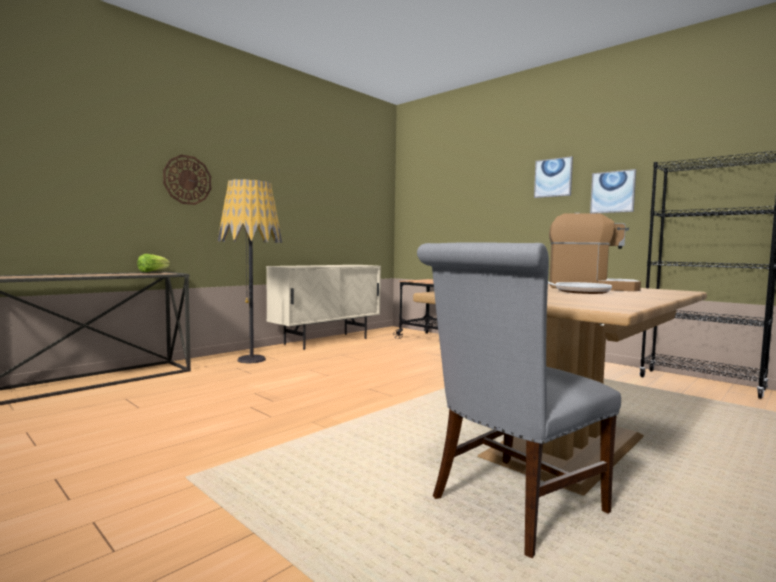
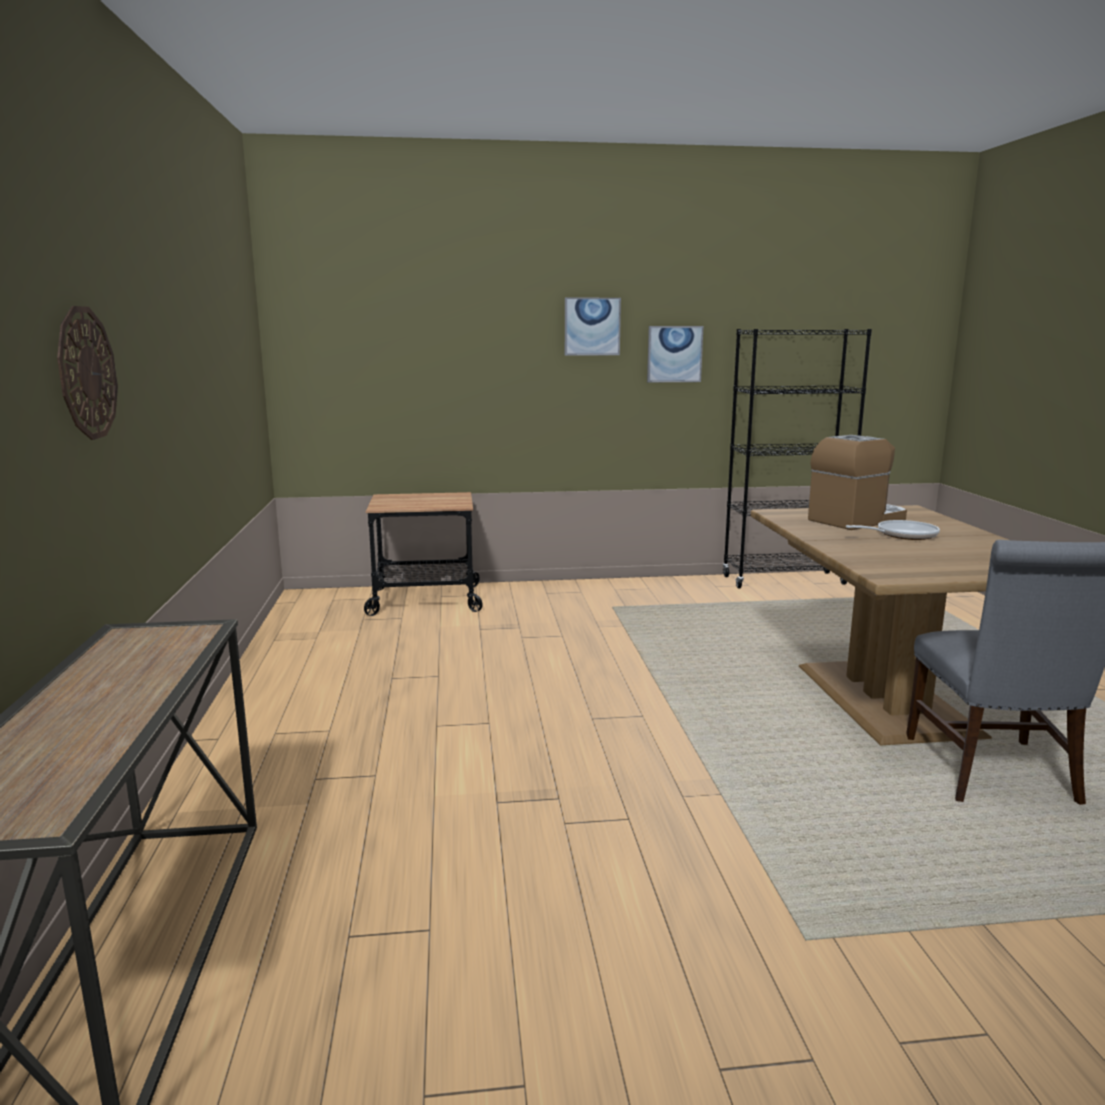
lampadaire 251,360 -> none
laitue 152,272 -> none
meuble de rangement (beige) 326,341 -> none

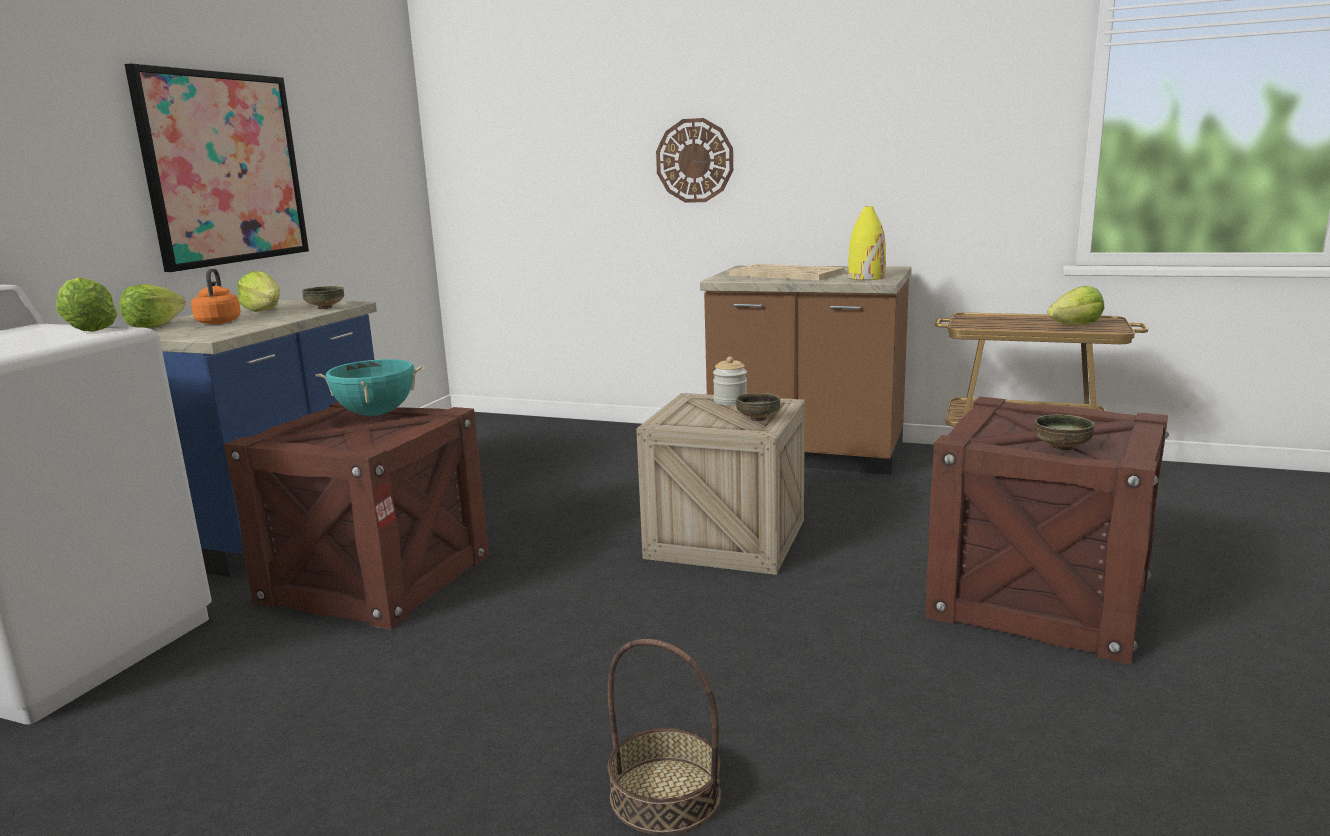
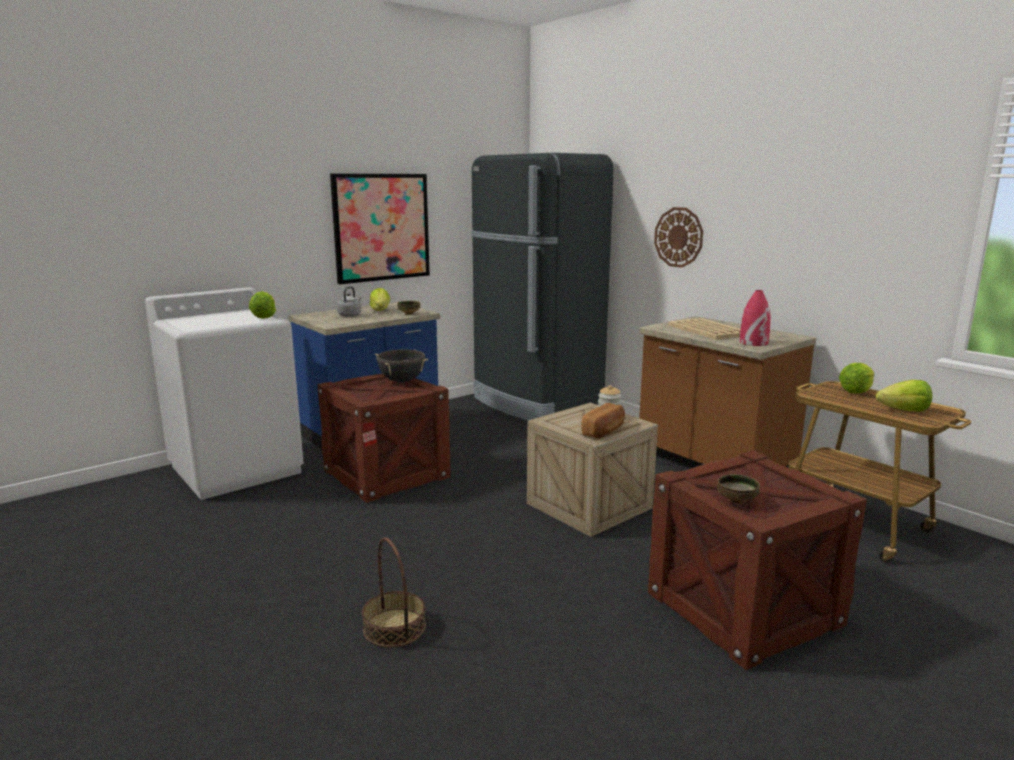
vase (jaune) 866,277 -> vase (rouge) 753,343
bouilloire (orange) 219,321 -> bouilloire (gris) 350,315
laitue 155,325 -> laitue 856,391, moved
marmite (turquoise) 375,414 -> marmite (noir) 402,381
bol 757,419 -> pain 604,431
none -> réfrigérateur (noir) 536,403

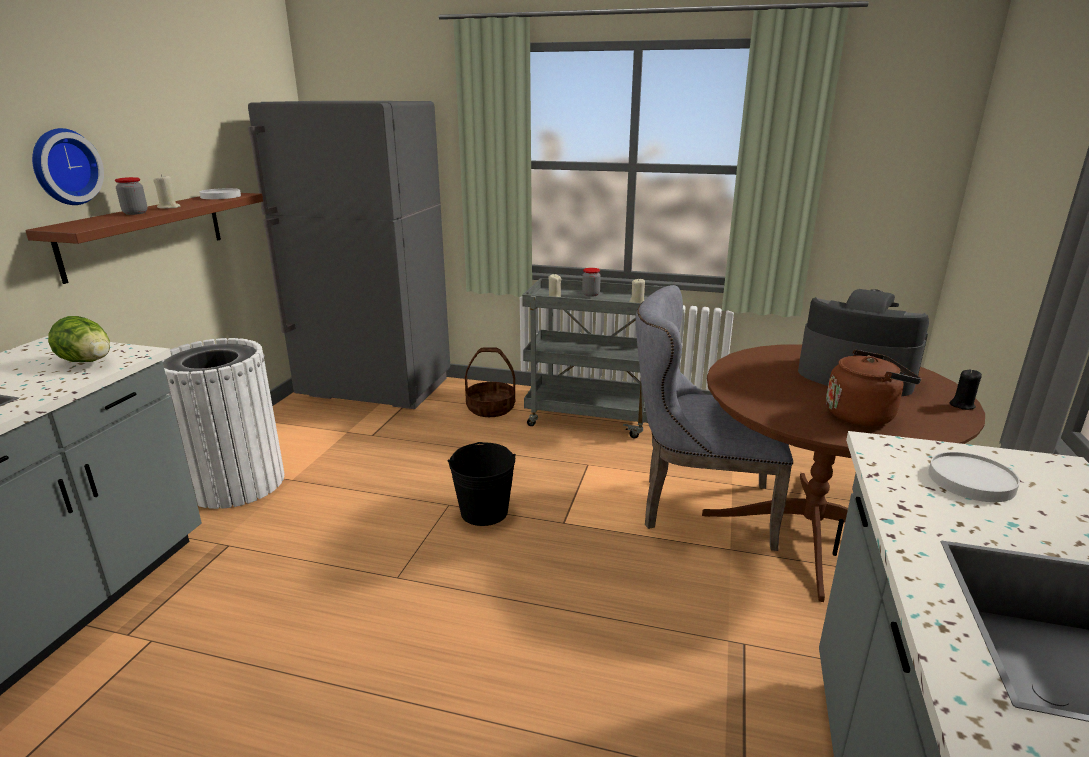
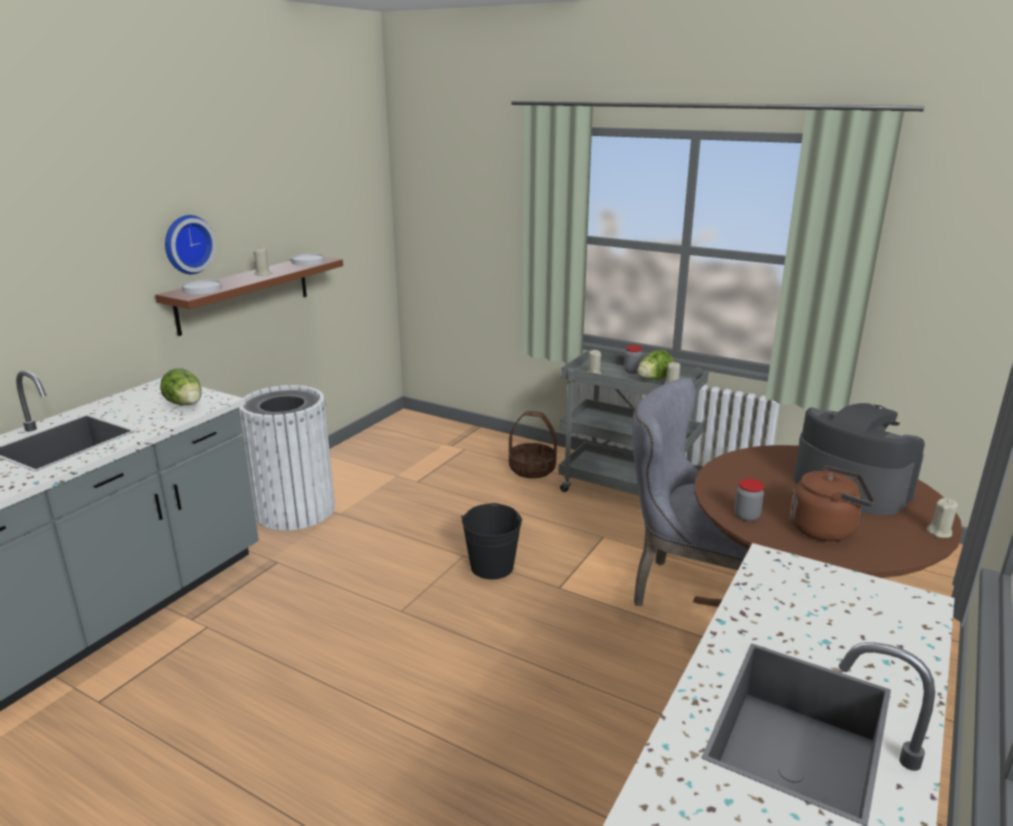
réfrigérateur (gris) 376,391 -> none
bocal 135,213 -> bocal 746,516, moved
bougie (noir) 962,405 -> bougie (beige) 939,532
assiette (blanc) 971,481 -> assiette (blanc) 202,289, moved
none -> laitue 653,379

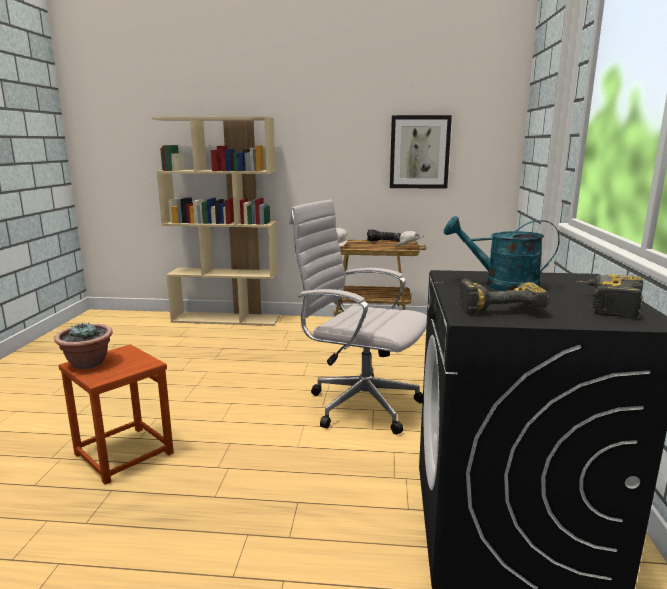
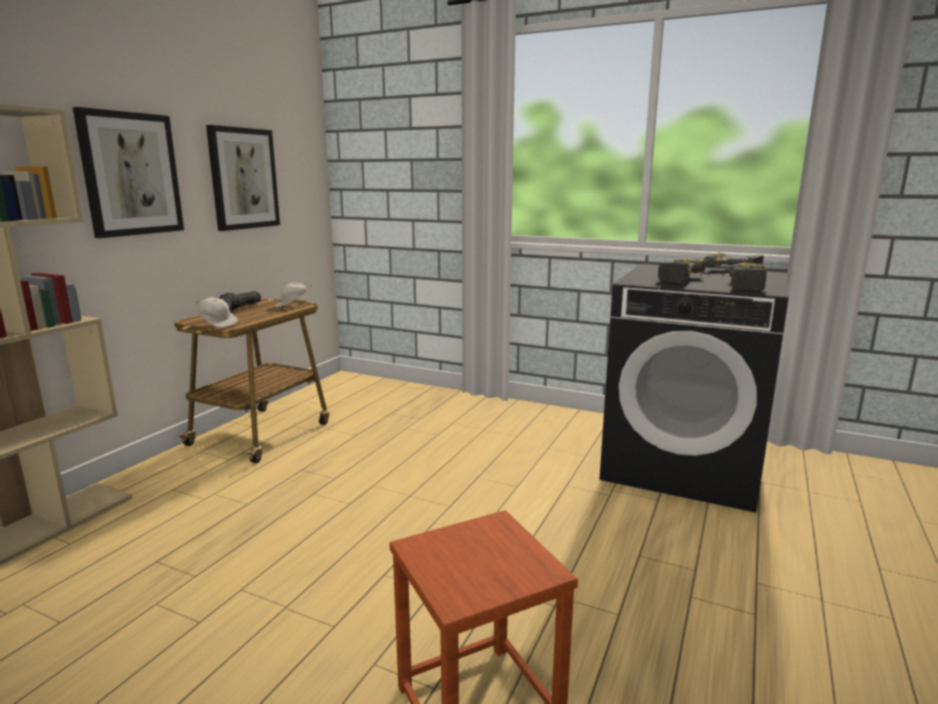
chaise de bureau (blanc) 359,404 -> none
arrosoir (turquoise) 501,285 -> perceuse 674,278
plante en pot 88,363 -> none
none -> tableau 131,174

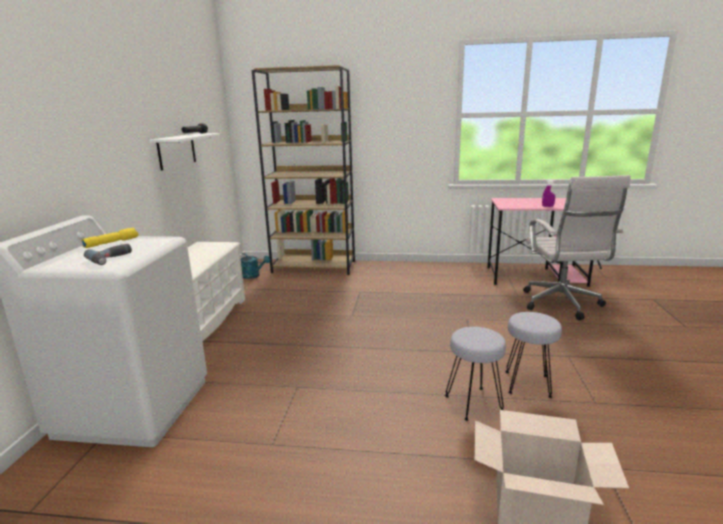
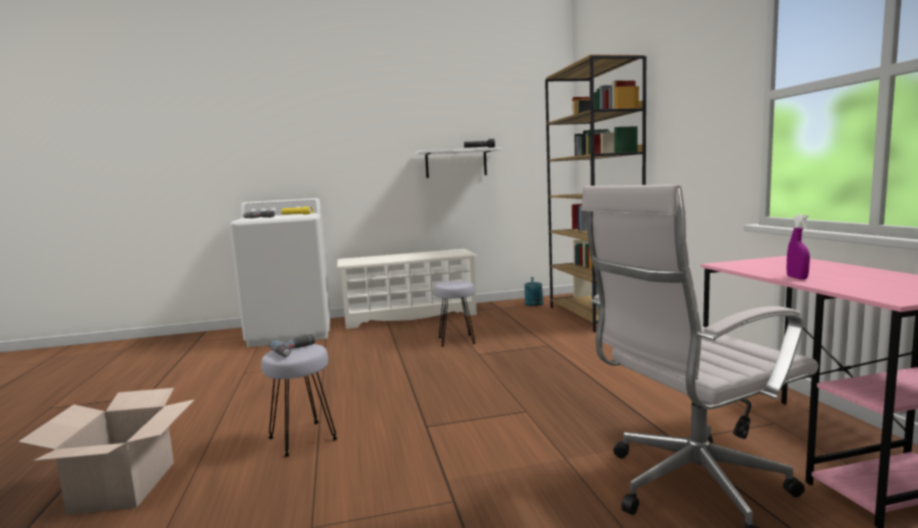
tabouret (gris) 528,384 -> tabouret (gris) 457,340, moved
none -> perceuse 296,350

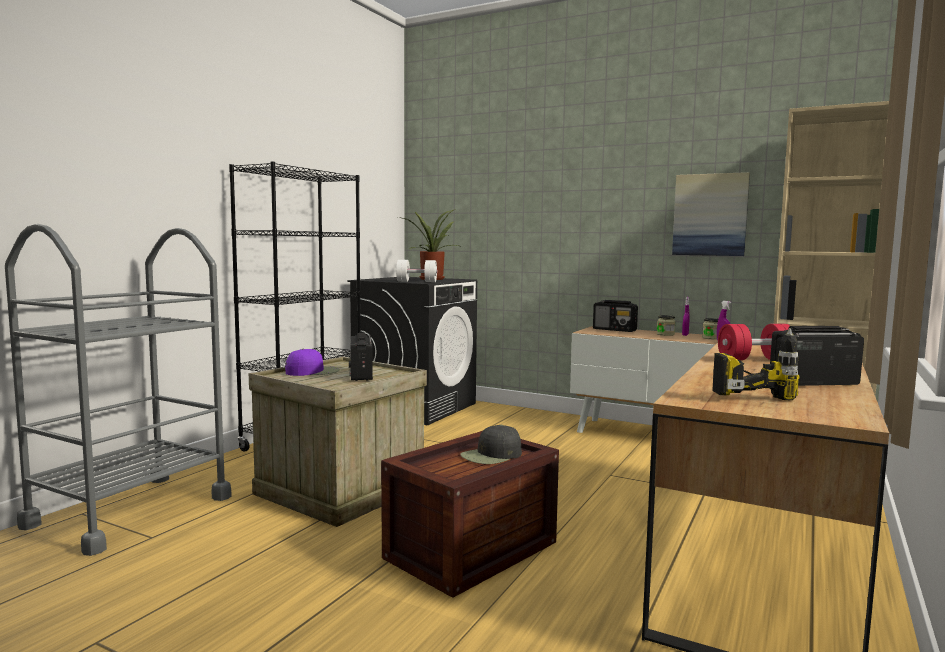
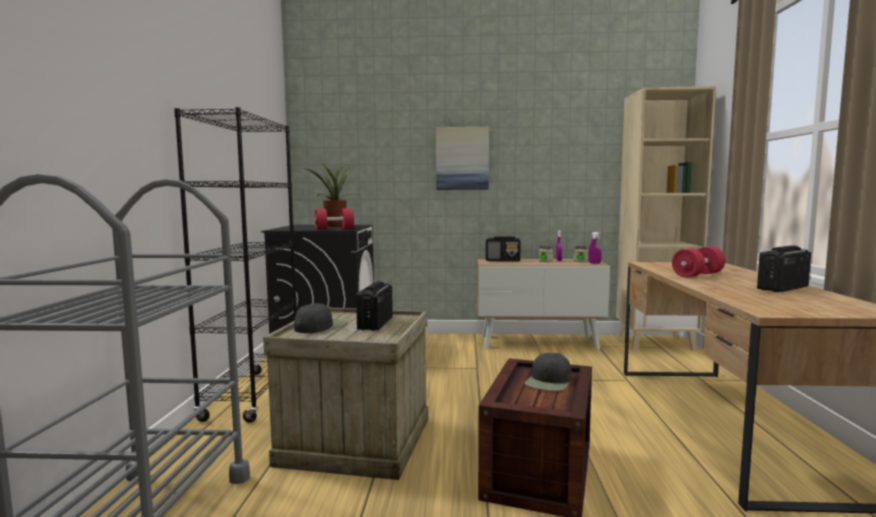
tableau 710,215 -> tableau 462,158, moved
haltère (blanc) 416,281 -> haltère (rouge) 334,229
perceuse 743,392 -> none
radio 361,375 -> radio 375,324, 45 degrees clockwise
casquette (violet) 313,371 -> casquette (noir) 320,326

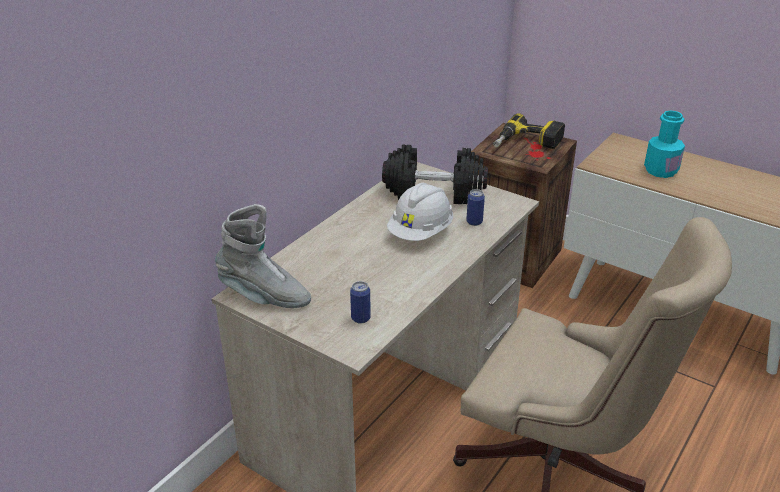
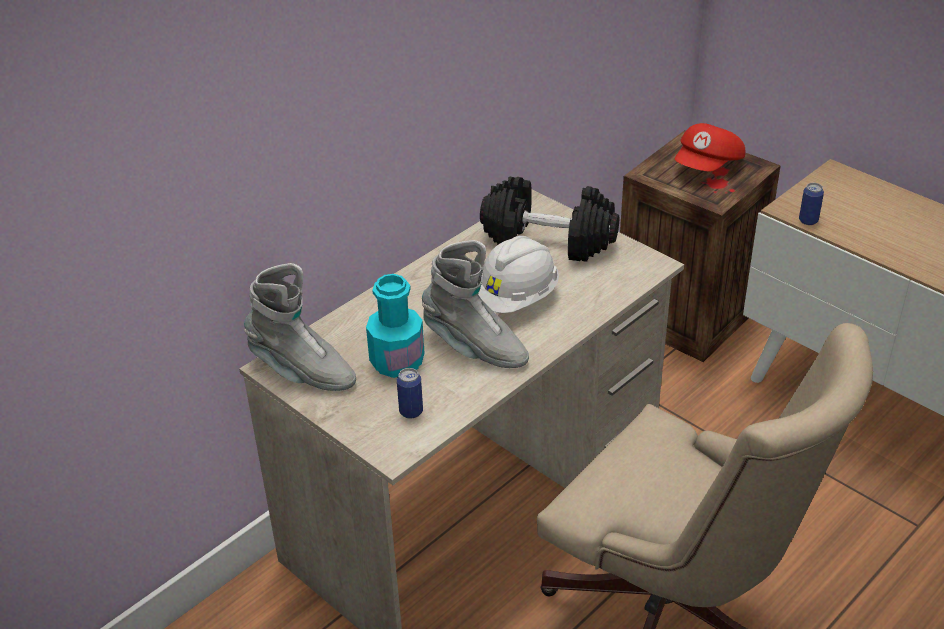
bouteille (turquoise) 660,170 -> bouteille (turquoise) 397,362, moved
perceuse 527,143 -> casquette (rouge) 708,166
boîte métallique 474,222 -> boîte métallique 808,220, moved
none -> botte (gris) 474,348

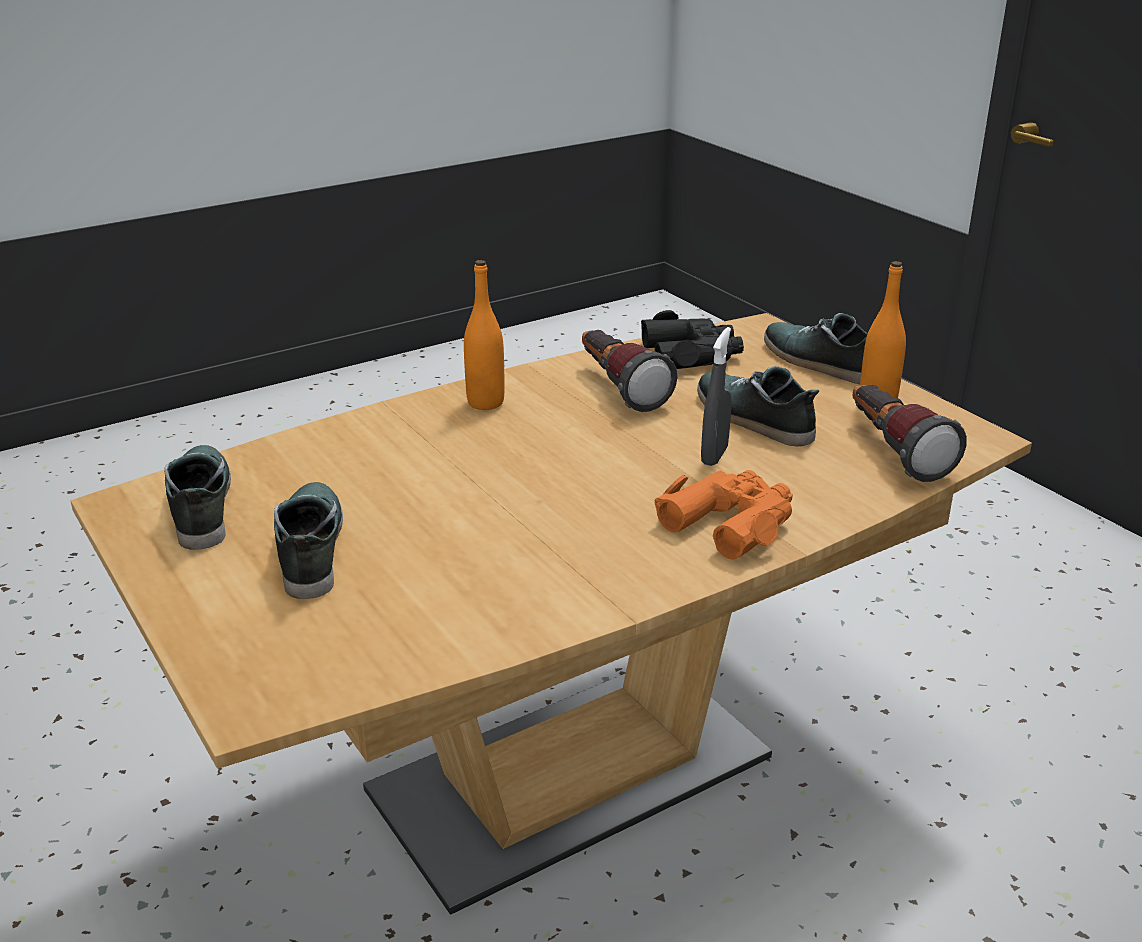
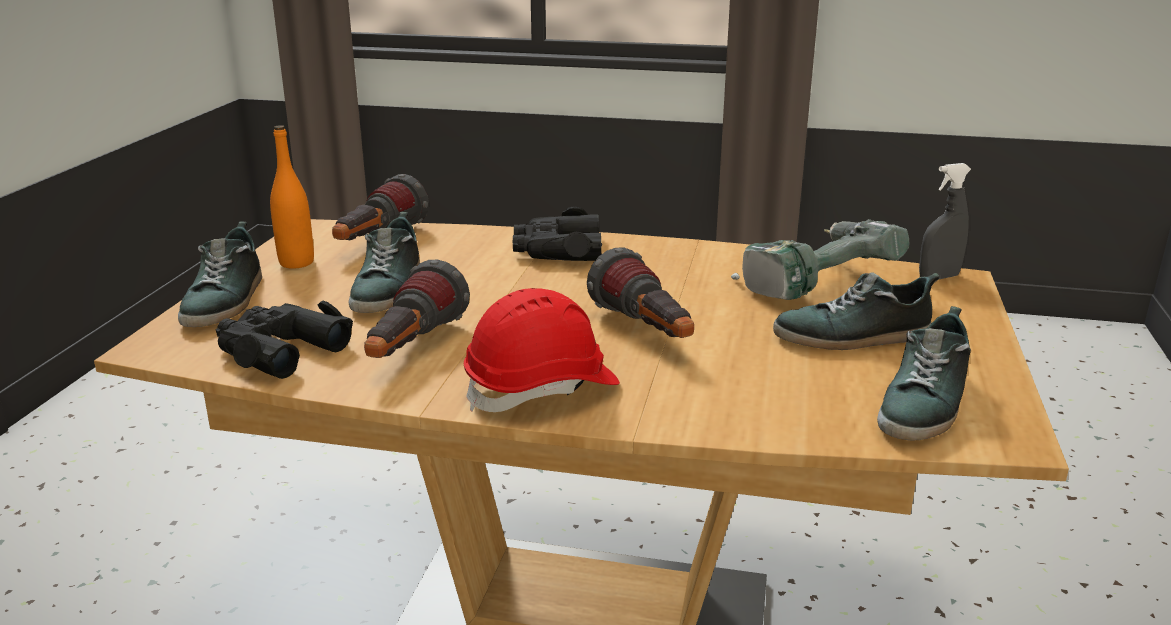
bouteille (orange) 485,402 -> casque de chantier (rouge) 542,389
vaporisateur (gris) 714,455 -> vaporisateur (gris) 938,277, moved
jumelles (orange) 731,522 -> jumelles (noir) 558,250
chaussure 310,548 -> chaussure 853,336, 45 degrees clockwise
none -> perceuse 813,283
none -> lampe de poche 646,332

